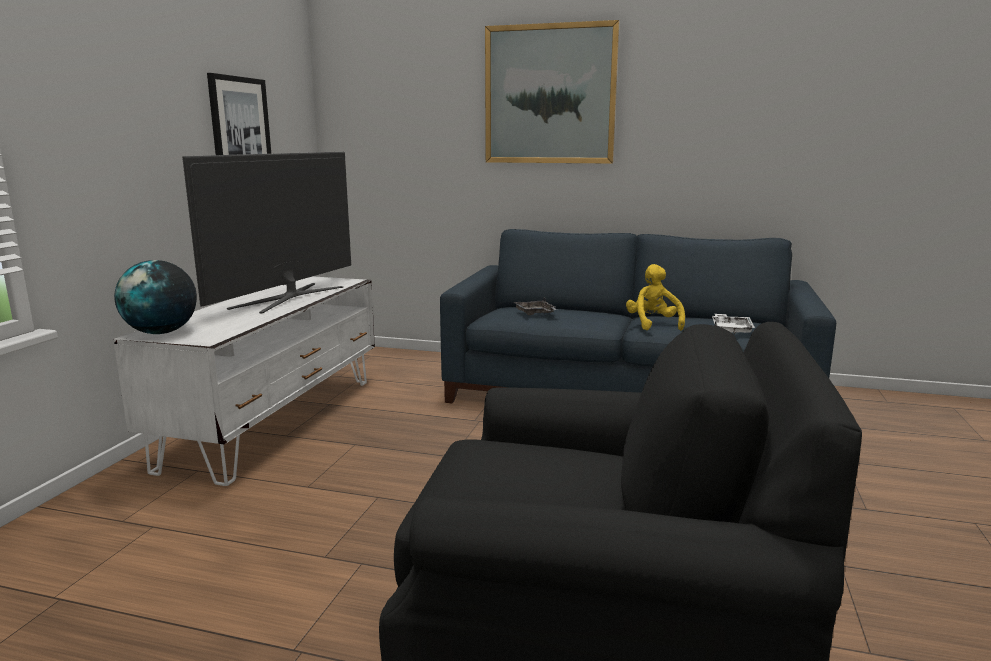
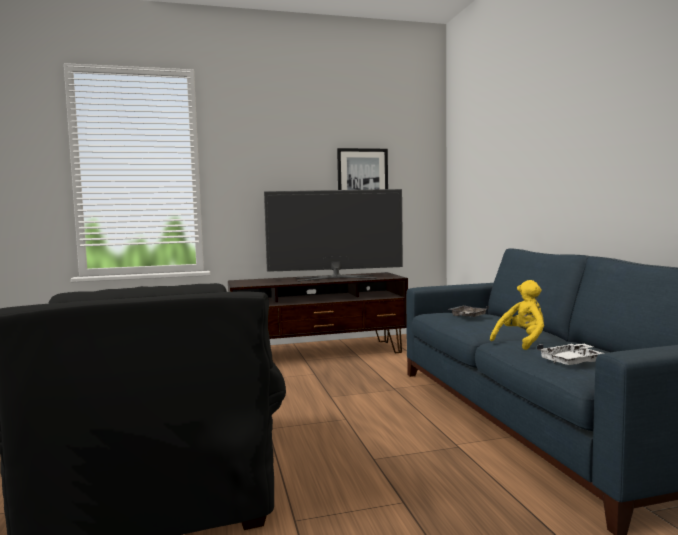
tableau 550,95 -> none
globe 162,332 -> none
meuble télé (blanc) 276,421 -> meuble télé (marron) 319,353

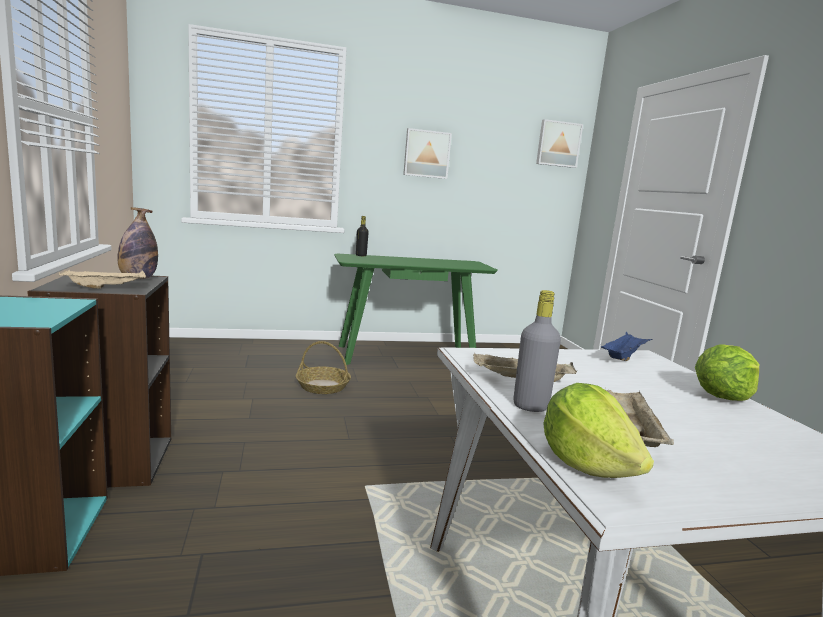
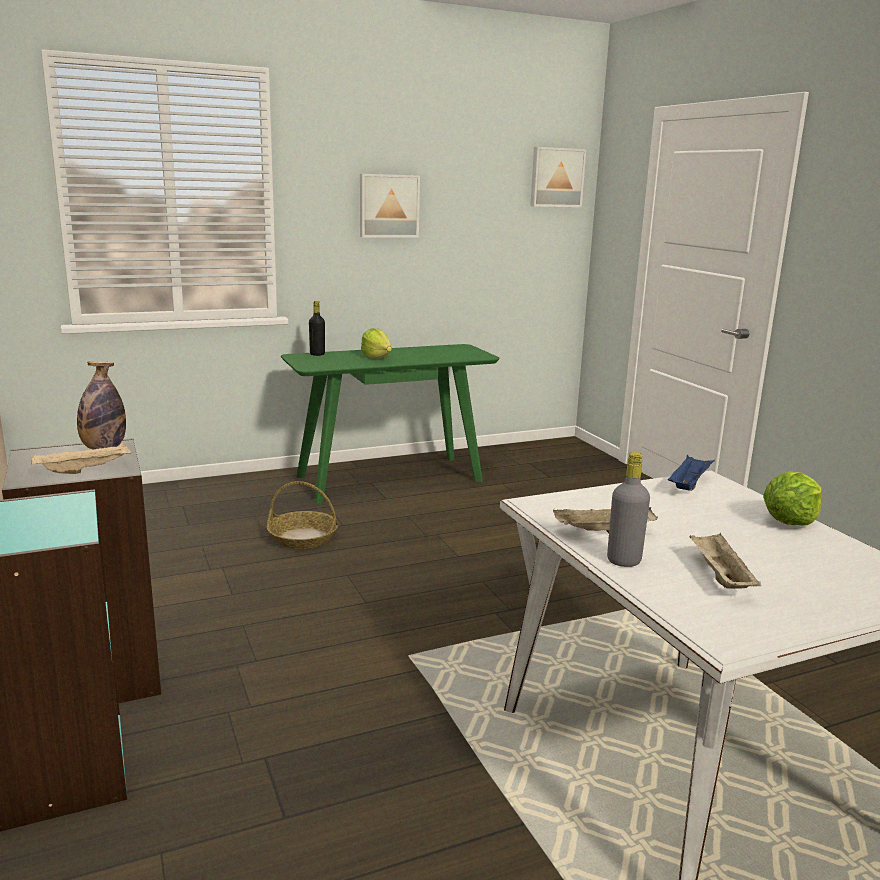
laitue 586,464 -> laitue 376,357, moved

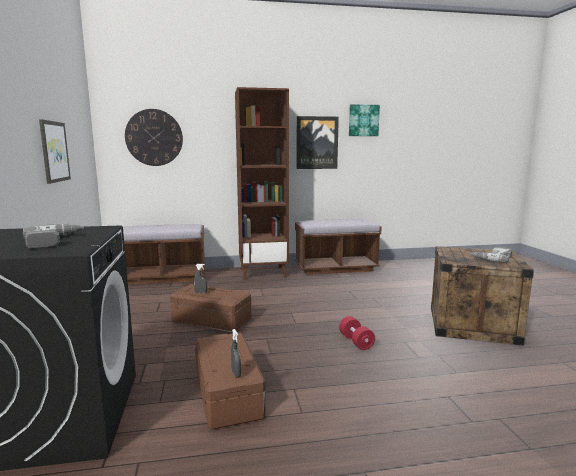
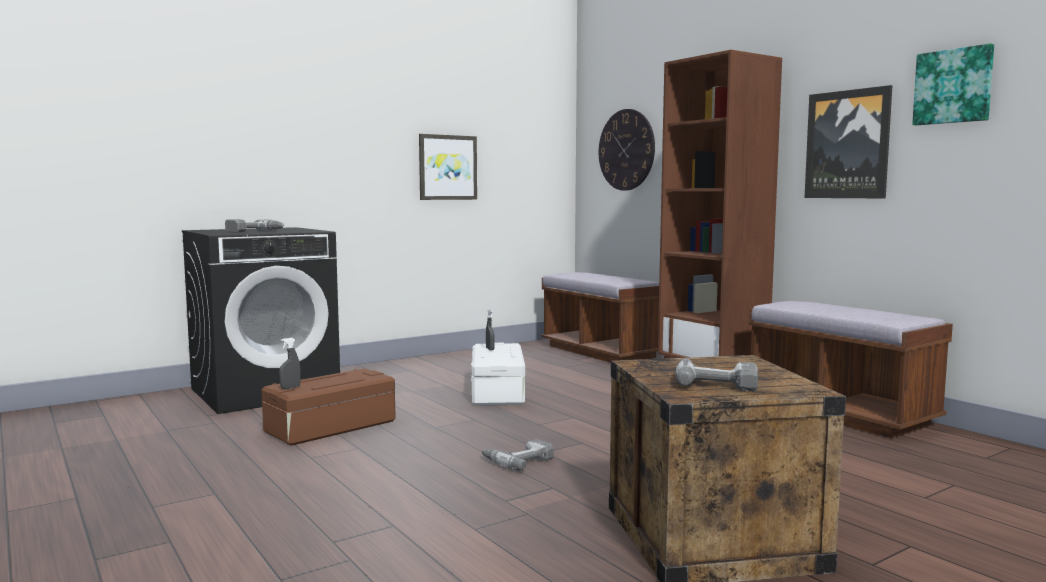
boîte de rangement (marron) 212,320 -> boîte de rangement (blanc) 498,391
haltère (rouge) 356,342 -> perceuse 517,460

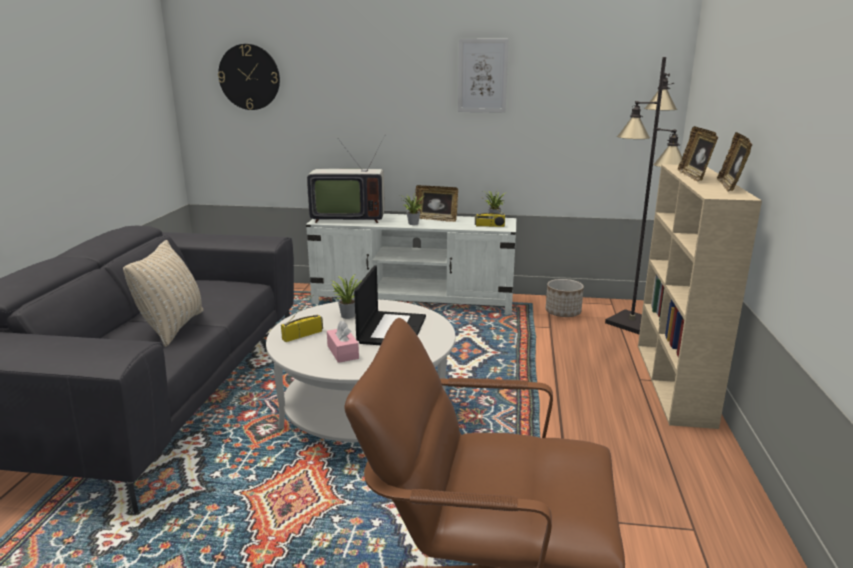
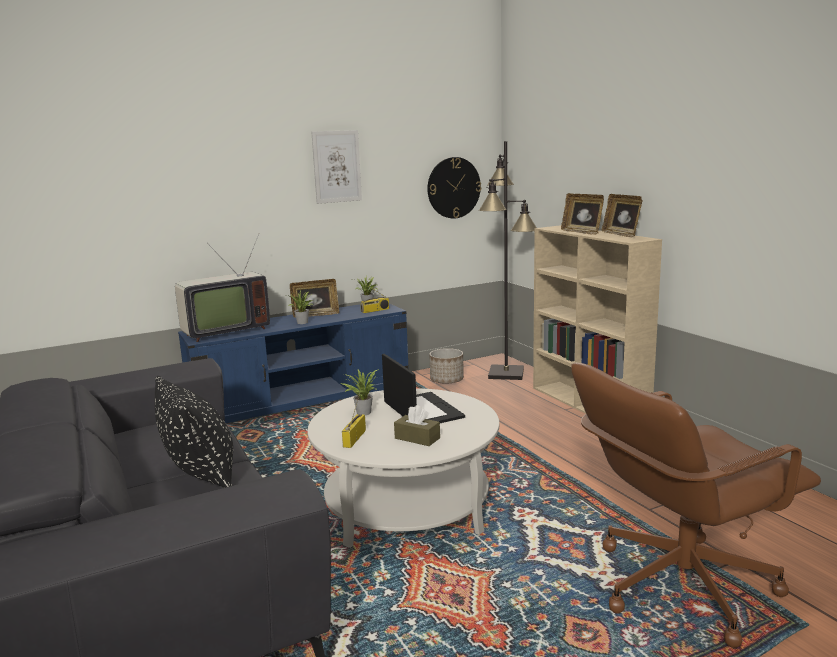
horloge murale 249,77 -> horloge murale 453,187, moved
meuble télé (blanc) 414,300 -> meuble télé (bleu) 304,405
coussin (beige) 173,327 -> coussin (noir) 200,476
boîte à mouchoirs (rose) 343,352 -> boîte à mouchoirs (marron) 417,438

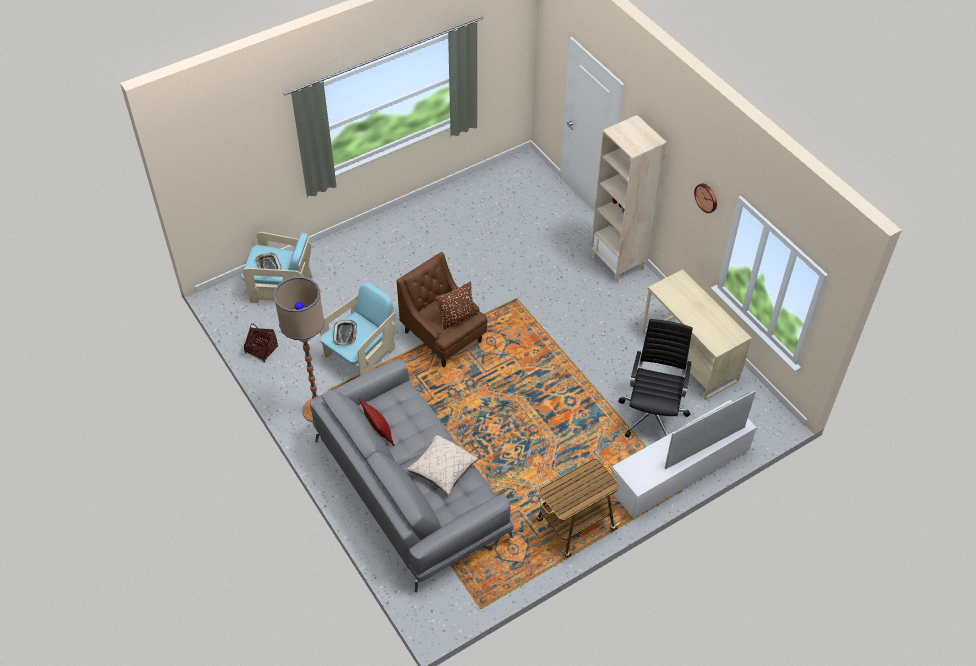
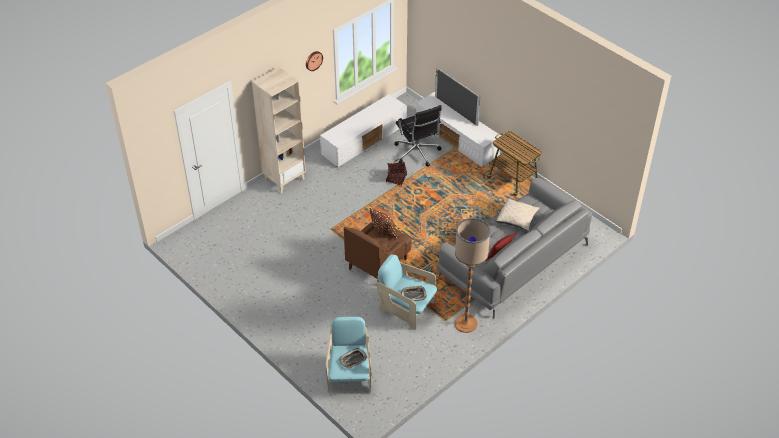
bureau (beige) 689,356 -> meuble télé (blanc) 364,140
chaise de bureau (noir) 653,414 -> chaise de bureau (noir) 417,153, 120 degrees counterclockwise
panier 261,350 -> panier 396,179, moved

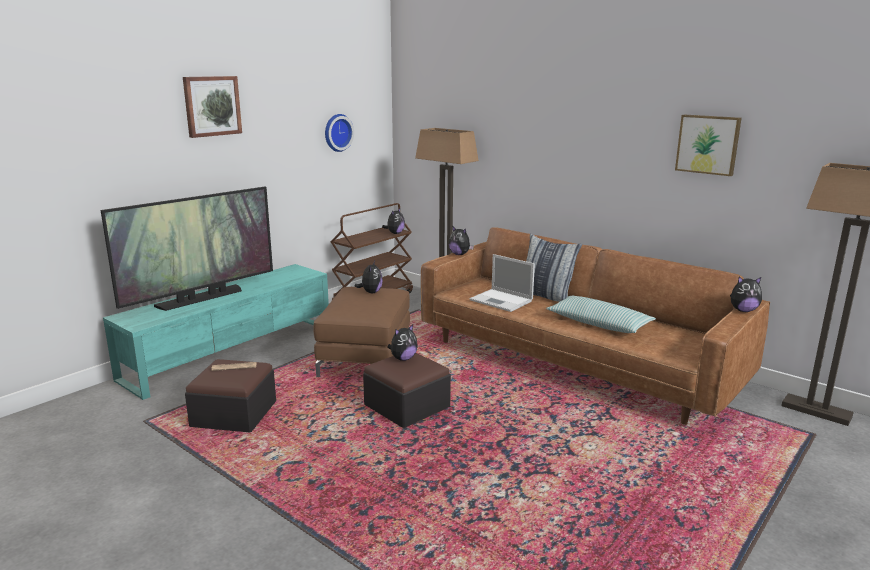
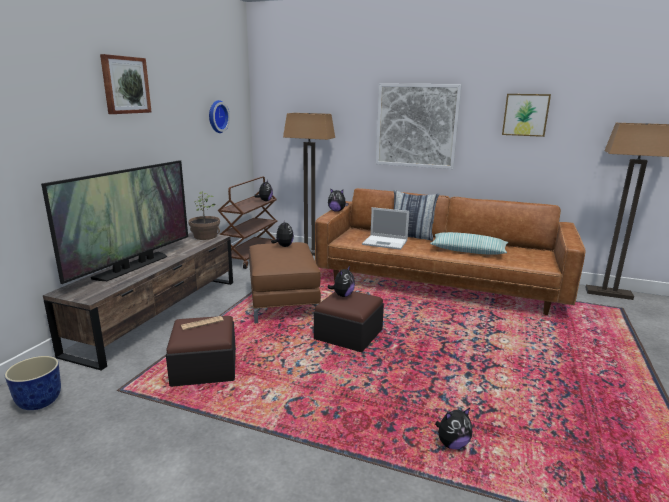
meuble télé (turquoise) 232,352 -> meuble télé (marron) 160,313
peluche 743,310 -> peluche 452,444, moved
none -> tableau 416,126
none -> plante en pot 205,236
none -> cache-pot 39,402

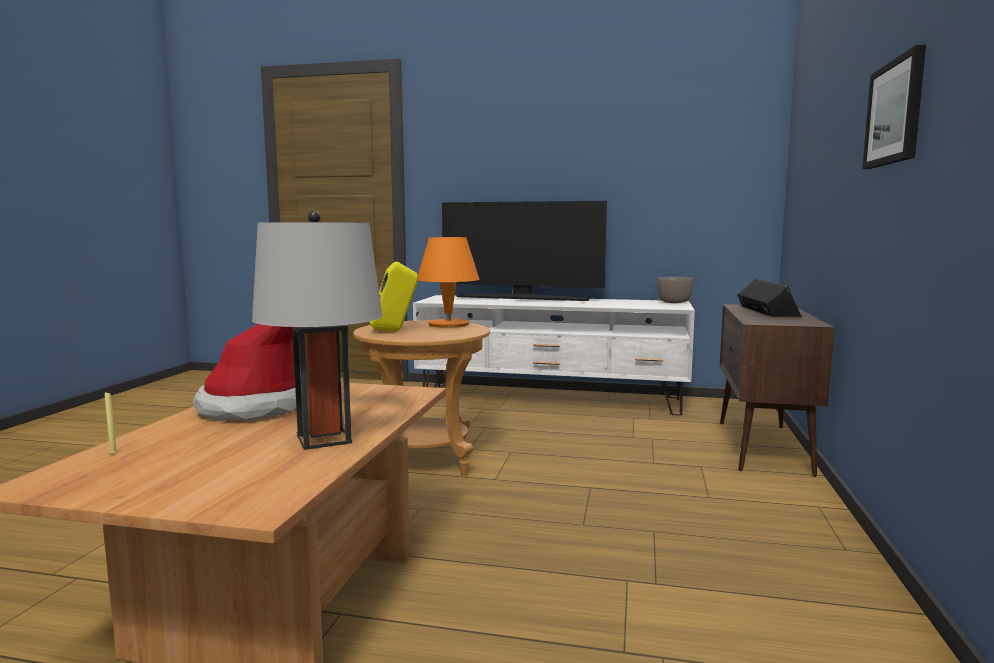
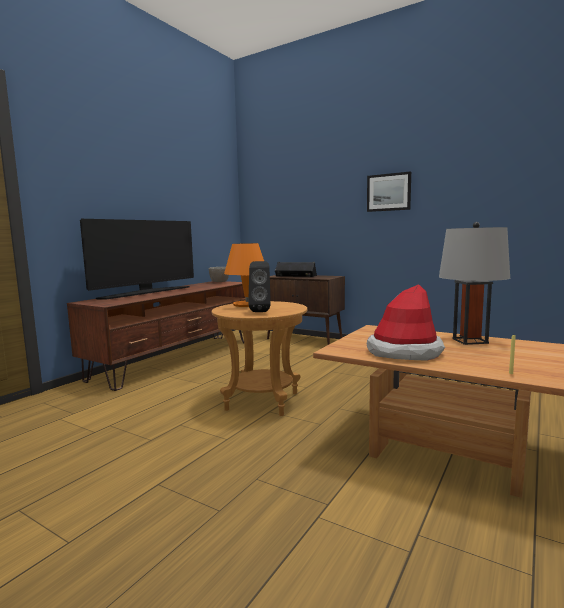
enceinte (jaune) 394,331 -> enceinte (noir) 261,311
meuble télé (blanc) 552,399 -> meuble télé (marron) 177,359

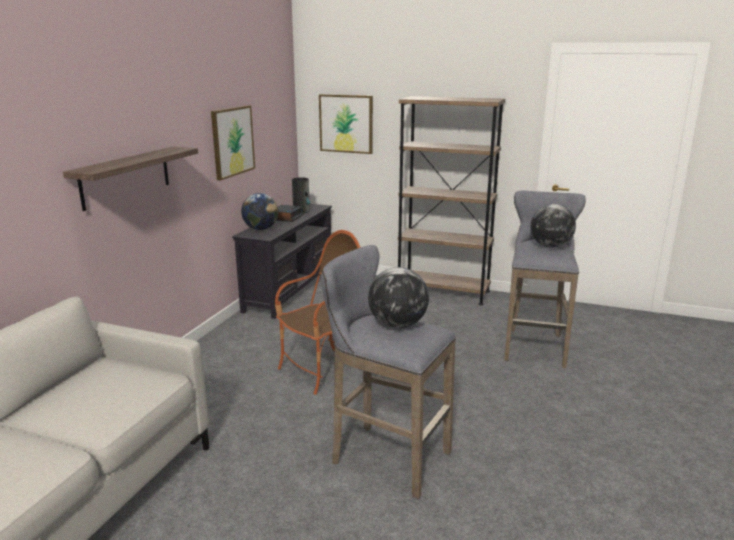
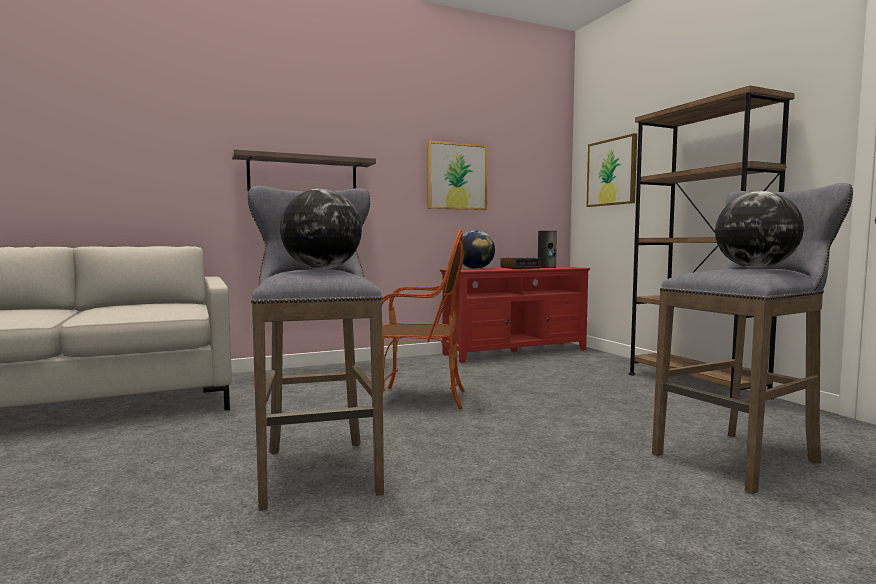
meuble télé (noir) 289,291 -> meuble télé (rouge) 515,352

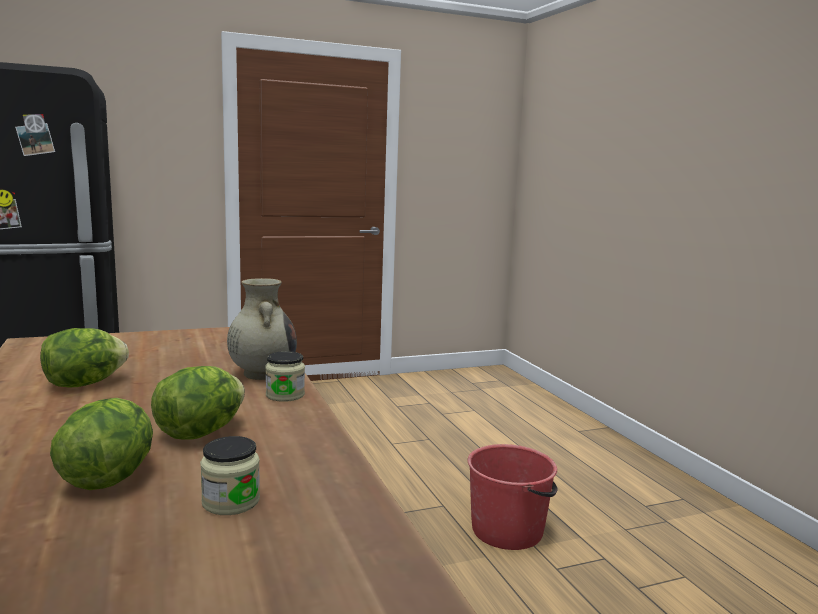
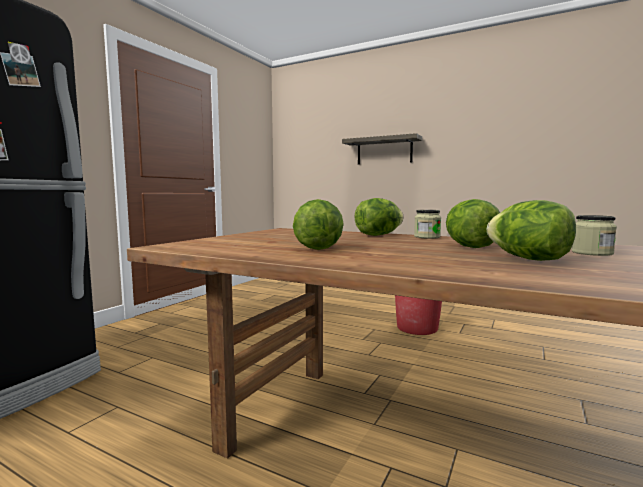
vase (beige) 262,373 -> laitue 378,235
none -> étagère 384,151

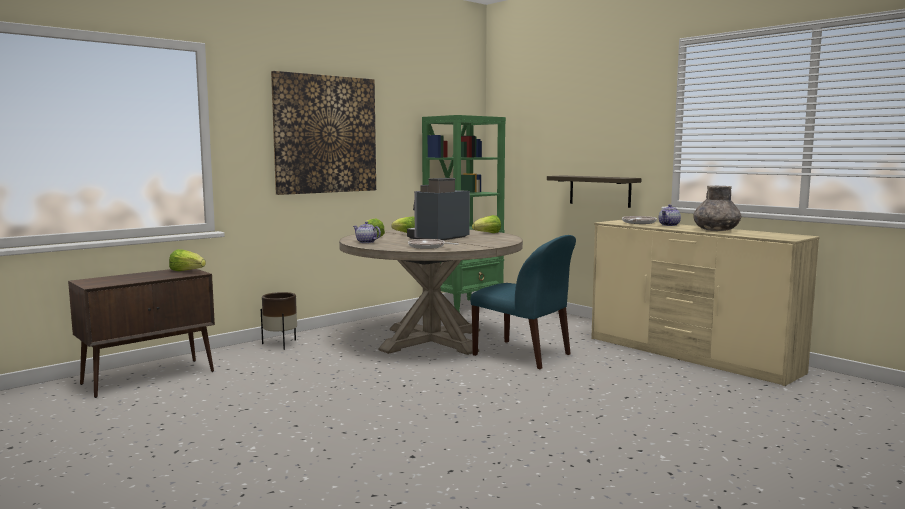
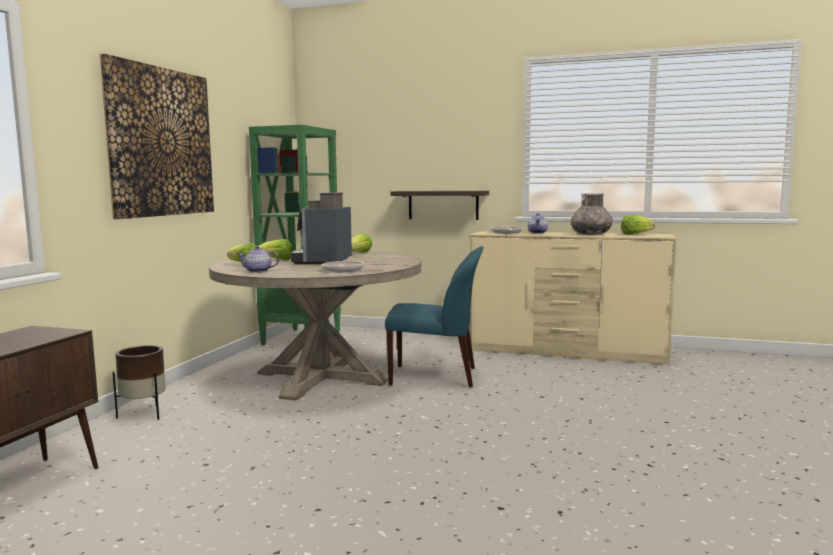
laitue 187,271 -> laitue 635,234, moved

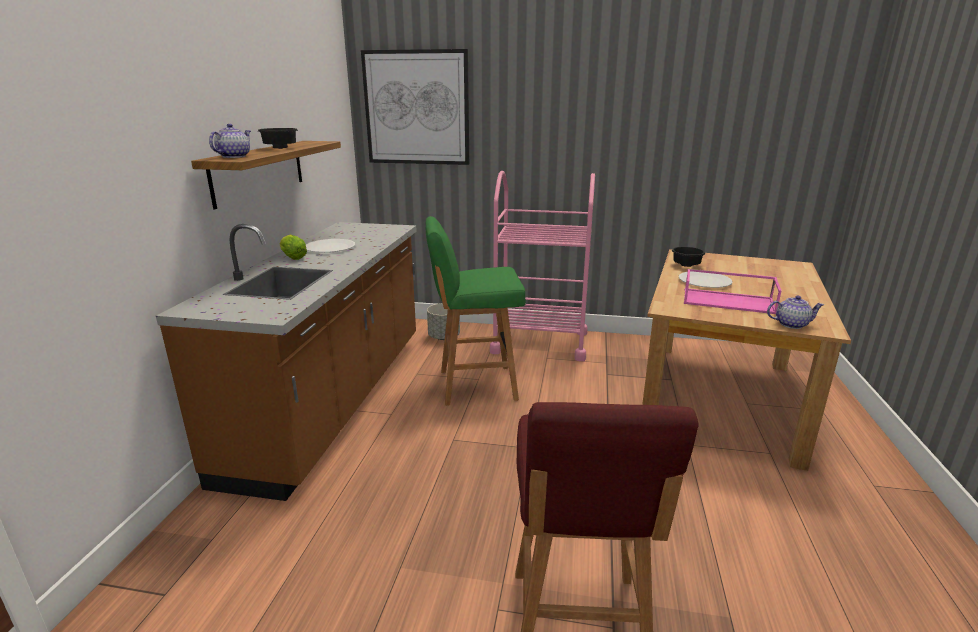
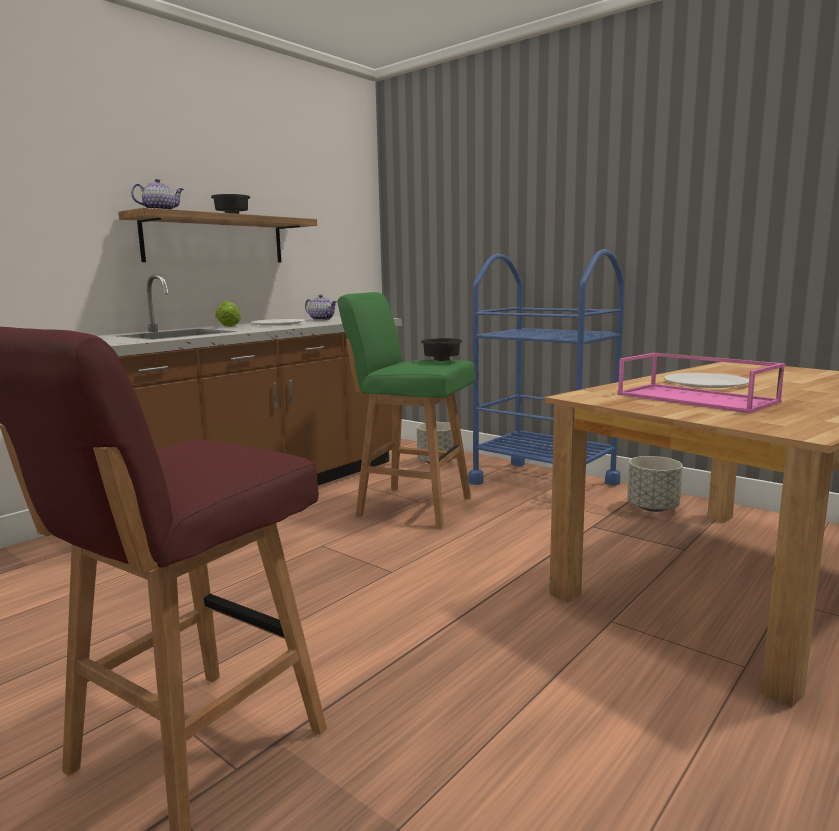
tableau 417,108 -> none
chariot (rose) 540,342 -> chariot (bleu) 543,483
bol (noir) 686,265 -> bol (noir) 440,360, moved
théière 791,324 -> théière 322,319, moved
none -> cache-pot (gris) 653,508

